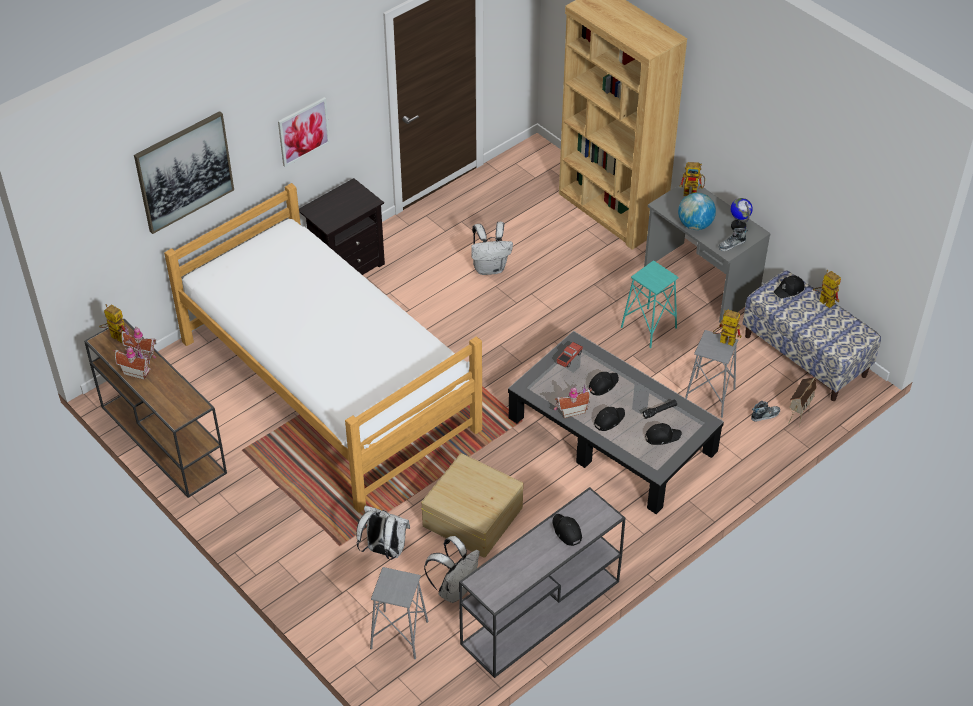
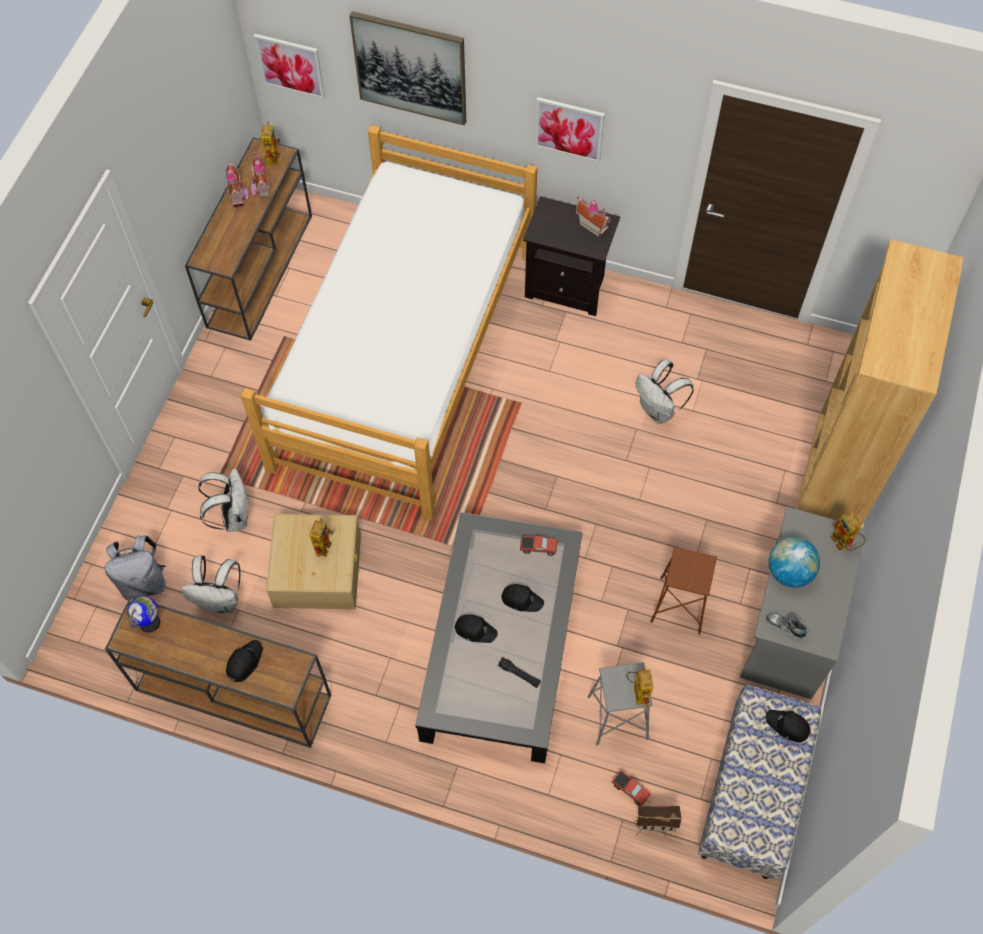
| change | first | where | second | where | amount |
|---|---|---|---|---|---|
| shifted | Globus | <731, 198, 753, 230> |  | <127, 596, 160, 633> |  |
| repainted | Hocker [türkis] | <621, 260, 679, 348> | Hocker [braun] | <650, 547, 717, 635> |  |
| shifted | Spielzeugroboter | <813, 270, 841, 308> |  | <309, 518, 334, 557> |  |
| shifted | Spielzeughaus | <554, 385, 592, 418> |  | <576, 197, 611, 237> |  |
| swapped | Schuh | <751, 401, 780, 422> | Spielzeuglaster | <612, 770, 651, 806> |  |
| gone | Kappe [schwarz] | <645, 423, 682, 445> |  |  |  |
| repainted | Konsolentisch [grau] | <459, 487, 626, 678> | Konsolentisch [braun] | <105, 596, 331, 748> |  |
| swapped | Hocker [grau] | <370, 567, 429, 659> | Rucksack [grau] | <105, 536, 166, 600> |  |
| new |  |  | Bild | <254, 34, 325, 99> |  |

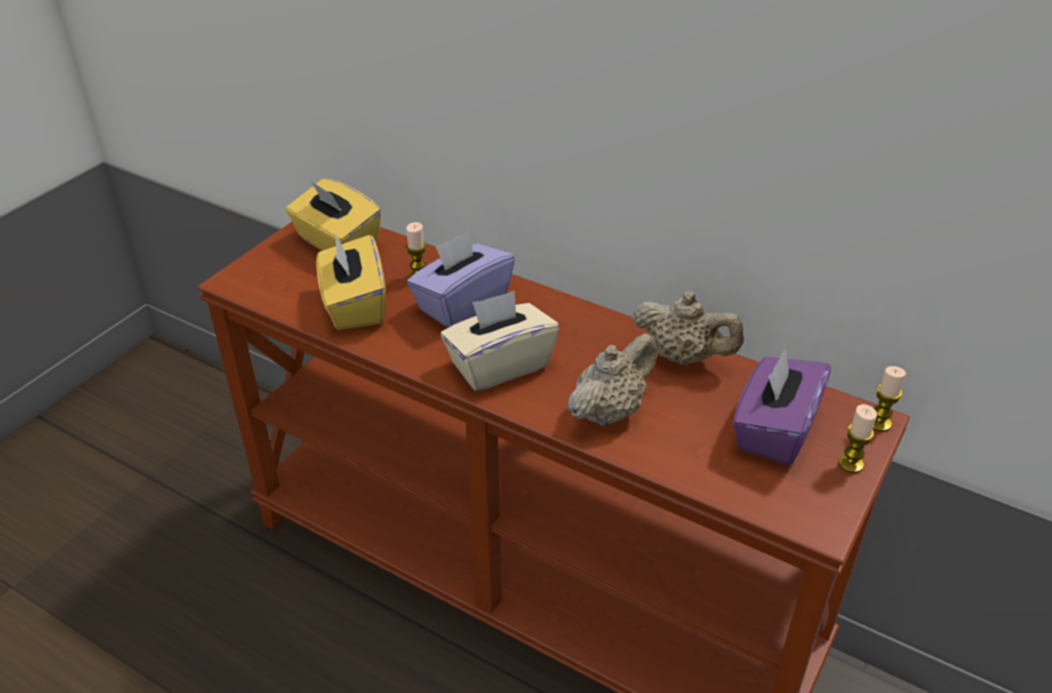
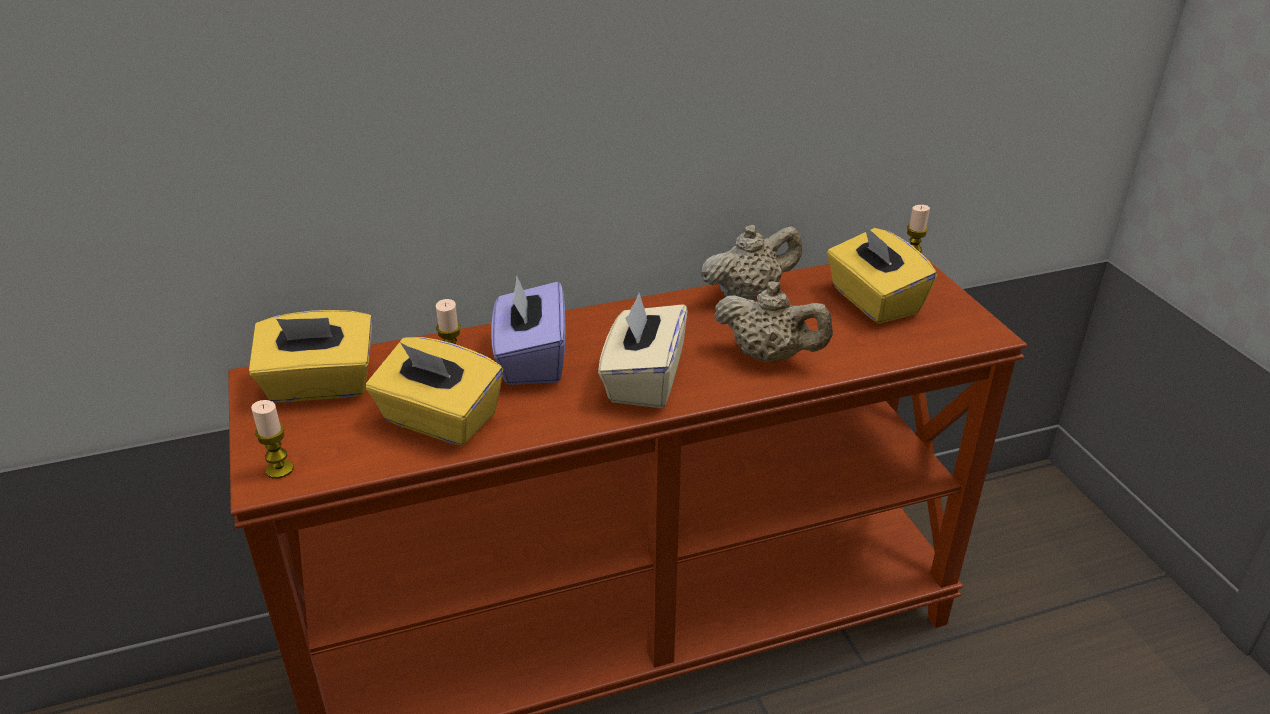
| change | first | where | second | where | amount |
|---|---|---|---|---|---|
| rotated | Teekanne [beige] | <567, 333, 657, 426> |  | <714, 281, 833, 362> | 120 degrees clockwise |
| repainted | Taschentuchbox [lila] | <732, 348, 831, 465> | Taschentuchbox [gelb] | <827, 224, 937, 324> |  |
| shifted | Kerze | <838, 404, 877, 473> |  | <251, 400, 294, 479> |  |

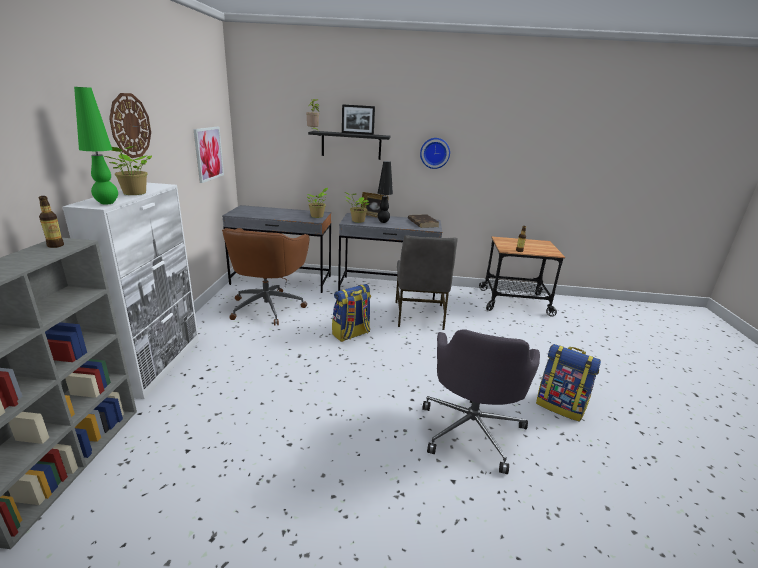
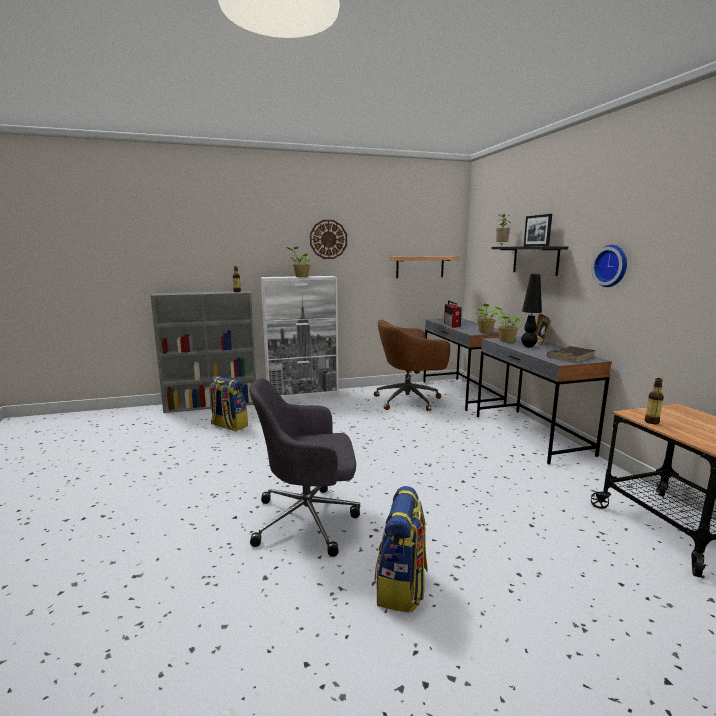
| change | first | where | second | where | amount |
|---|---|---|---|---|---|
| gone | Tischlampe [grün] | <74, 87, 118, 205> |  |  |  |
| swapped | Bild | <193, 127, 224, 183> | Wandregal | <389, 256, 460, 278> |  |
| gone | Stuhl [grau] | <395, 235, 458, 330> |  |  |  |
| shifted | Rucksack | <332, 284, 371, 342> |  | <209, 376, 248, 431> |  |
| new |  |  | Radio | <444, 301, 462, 327> |  |

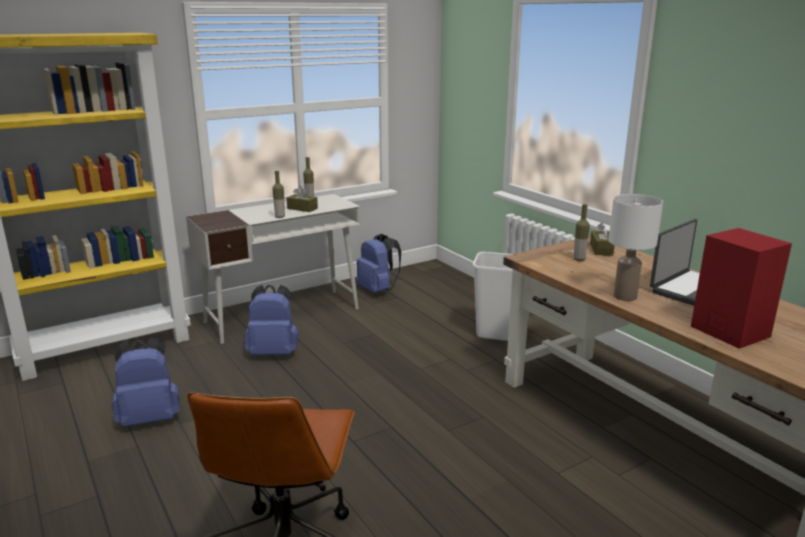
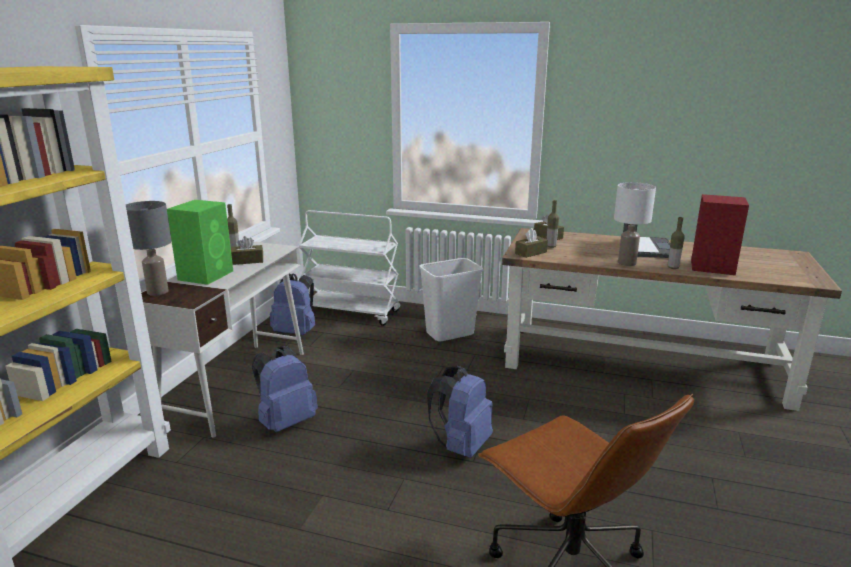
| change | first | where | second | where | amount |
|---|---|---|---|---|---|
| shifted | Flasche | <273, 171, 285, 218> |  | <668, 217, 685, 269> |  |
| shifted | Rucksack [blau] | <112, 338, 179, 427> |  | <427, 366, 493, 458> |  |
| new |  |  | Lautsprecher [grün] | <167, 200, 233, 285> |  |
| new |  |  | Tischlampe [grau] | <126, 201, 172, 296> |  |
| new |  |  | Rollwagen [weiß] | <299, 210, 400, 326> |  |
| new |  |  | Taschentuchbox [braun] | <515, 228, 548, 258> |  |

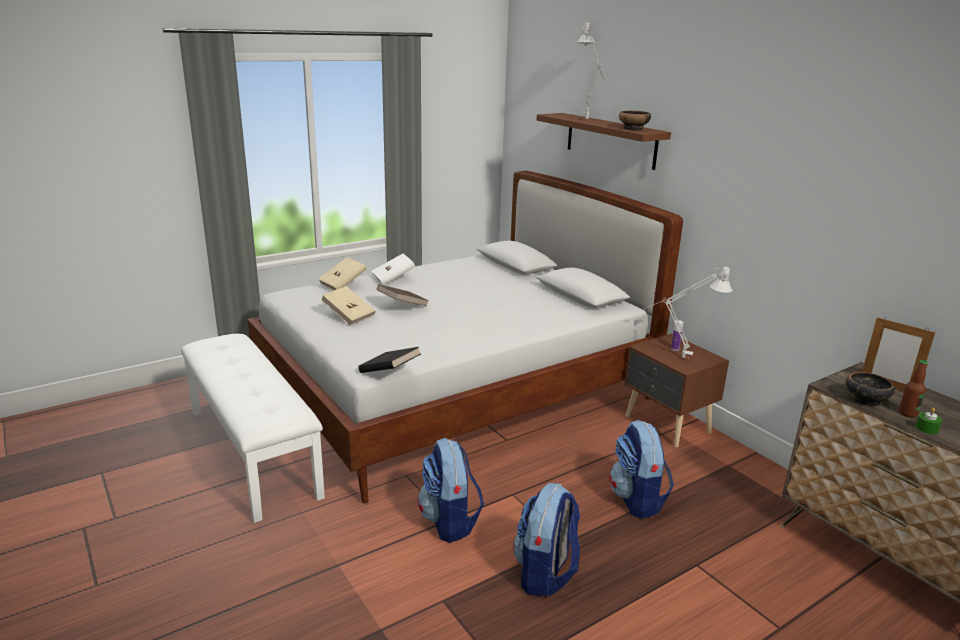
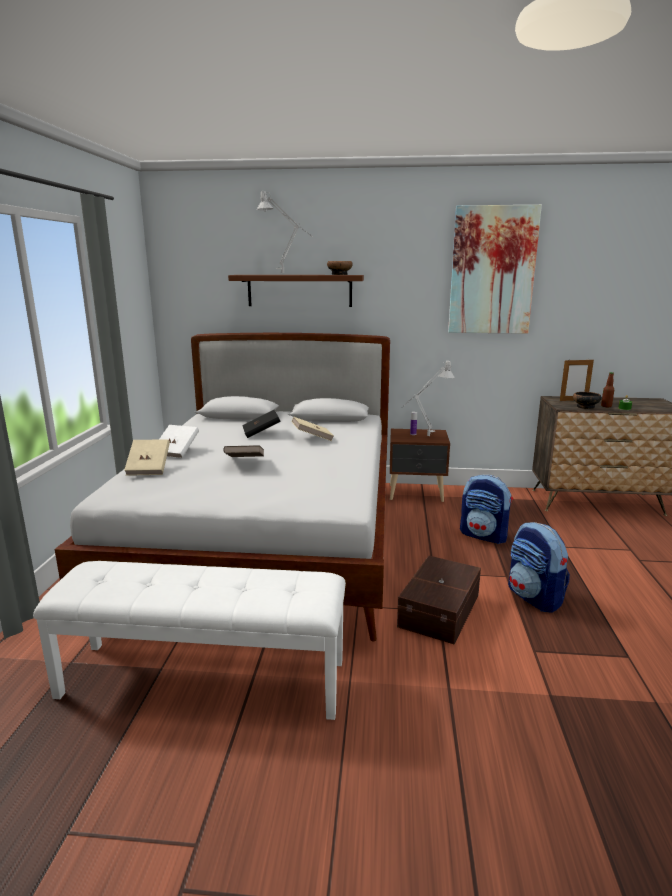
| change | first | where | second | where | amount |
|---|---|---|---|---|---|
| shifted | Buch [beige] | <321, 286, 375, 326> |  | <292, 417, 334, 441> |  |
| shifted | Buch [schwarz] | <358, 347, 421, 373> |  | <242, 410, 281, 438> |  |
| swapped | Rucksack | <418, 438, 484, 543> | Aufbewahrungsbox [braun] | <397, 556, 481, 644> |  |
| new |  |  | Bild | <448, 205, 542, 334> |  |

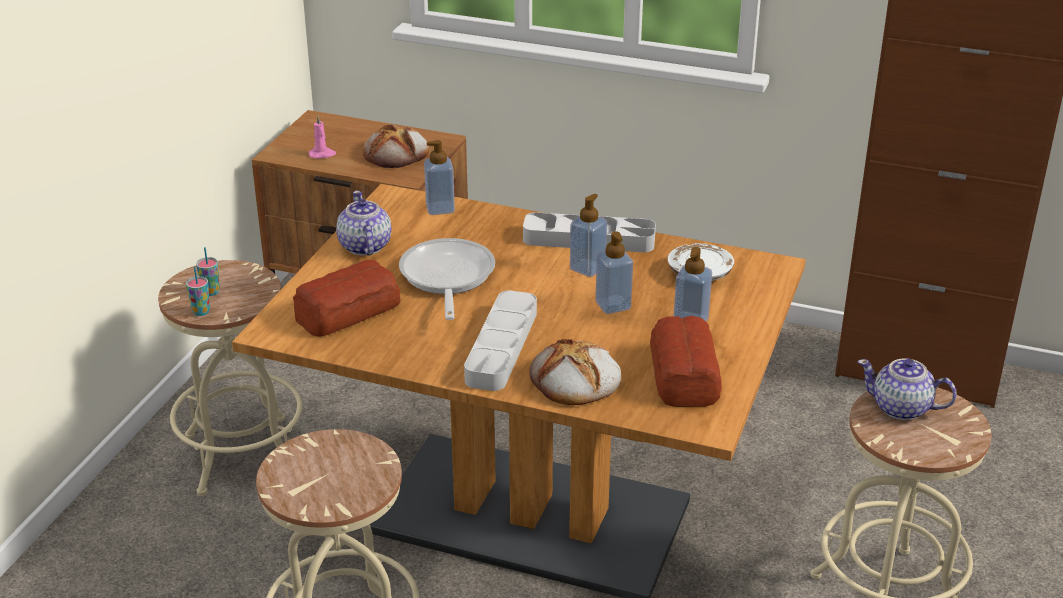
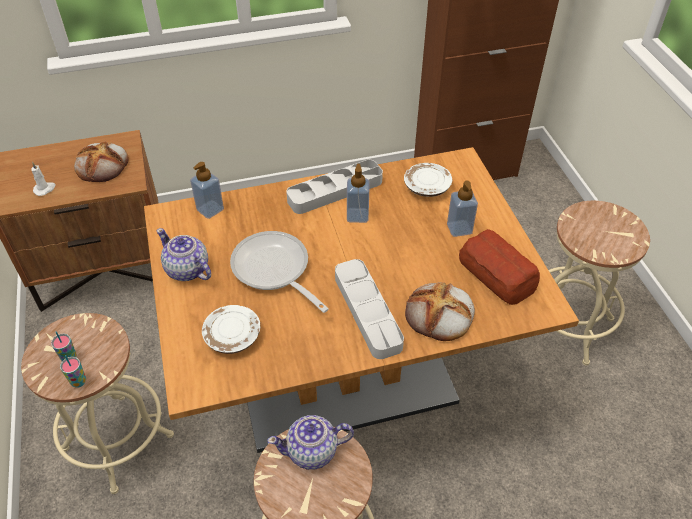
| change | first | where | second | where | amount |
|---|---|---|---|---|---|
| repainted | Kerze [rosa] | <309, 116, 336, 159> | Kerze [weiß] | <31, 162, 56, 196> |  |
| gone | Seifenspender | <595, 231, 633, 314> |  |  |  |
| swapped | Brot | <293, 260, 401, 337> | Teller [weiß] | <202, 305, 260, 354> |  |
| shifted | Teekanne | <858, 359, 957, 420> |  | <267, 415, 354, 470> |  |

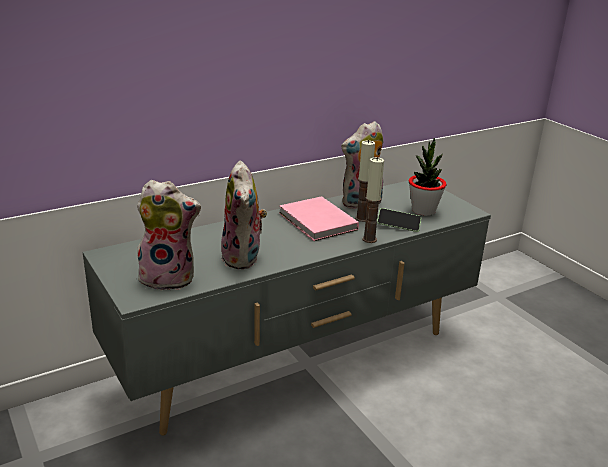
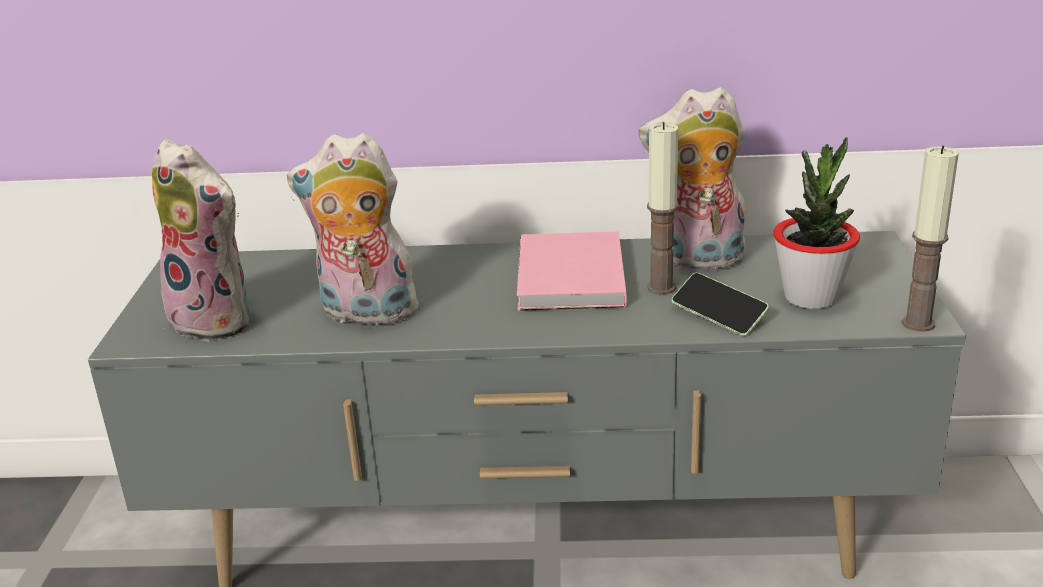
| change | first | where | second | where | amount |
|---|---|---|---|---|---|
| shifted | Kerze | <362, 157, 384, 243> |  | <902, 146, 959, 331> |  |
| rotated | Plüschtier | <221, 161, 267, 269> |  | <287, 133, 427, 325> | 75 degrees clockwise |

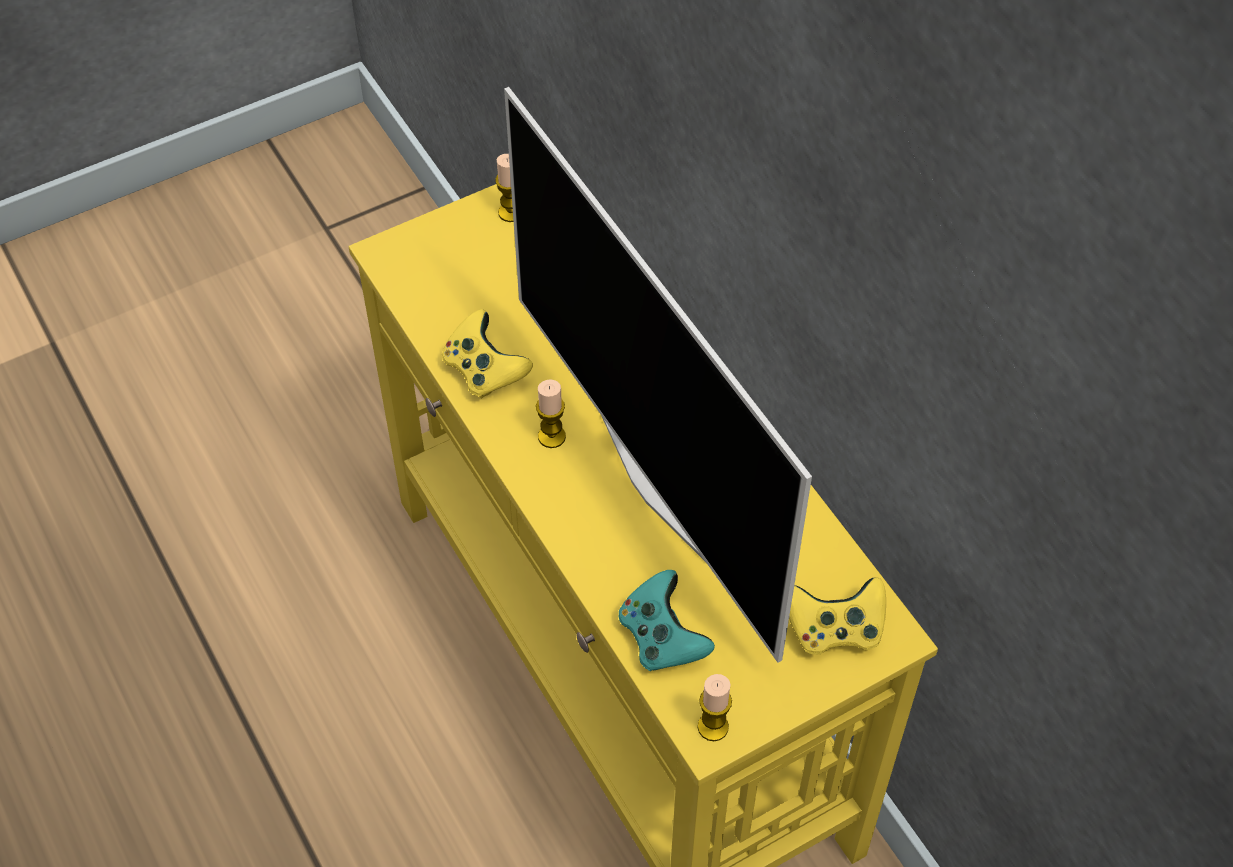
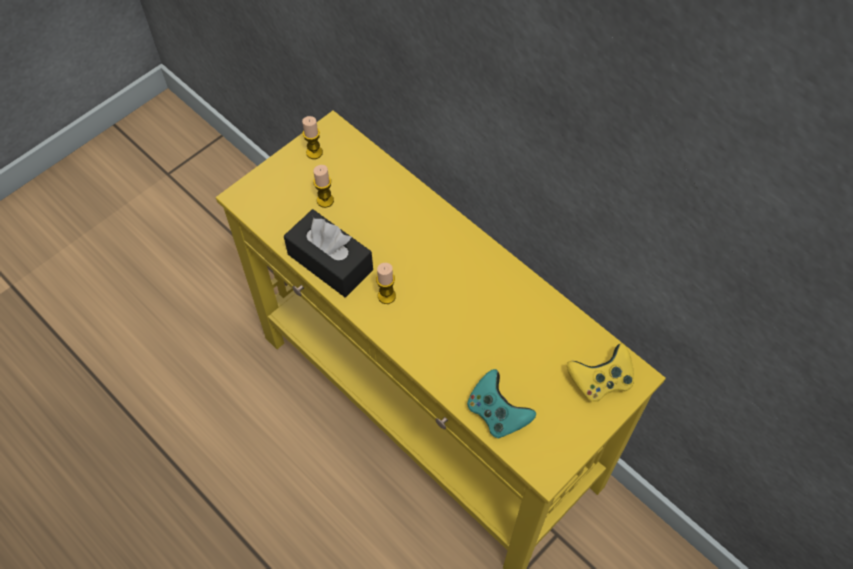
| change | first | where | second | where | amount |
|---|---|---|---|---|---|
| gone | Fernseher | <504, 87, 812, 663> |  |  |  |
| swapped | Gamepad [gelb] | <442, 309, 533, 399> | Taschentuchbox [schwarz] | <284, 209, 373, 297> |  |
| shifted | Kerze | <698, 674, 732, 741> |  | <313, 165, 334, 208> |  |

